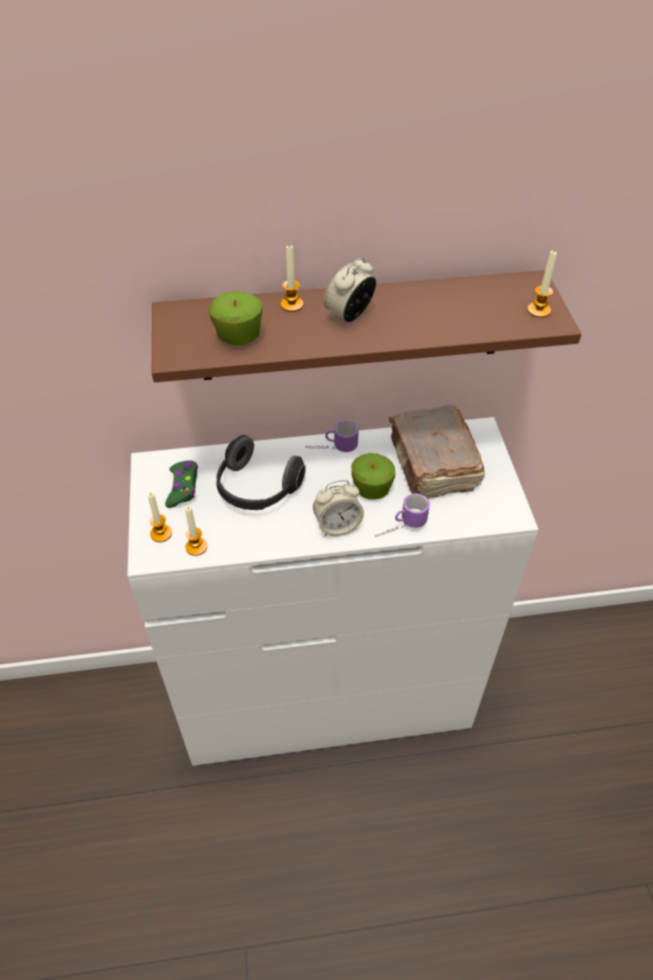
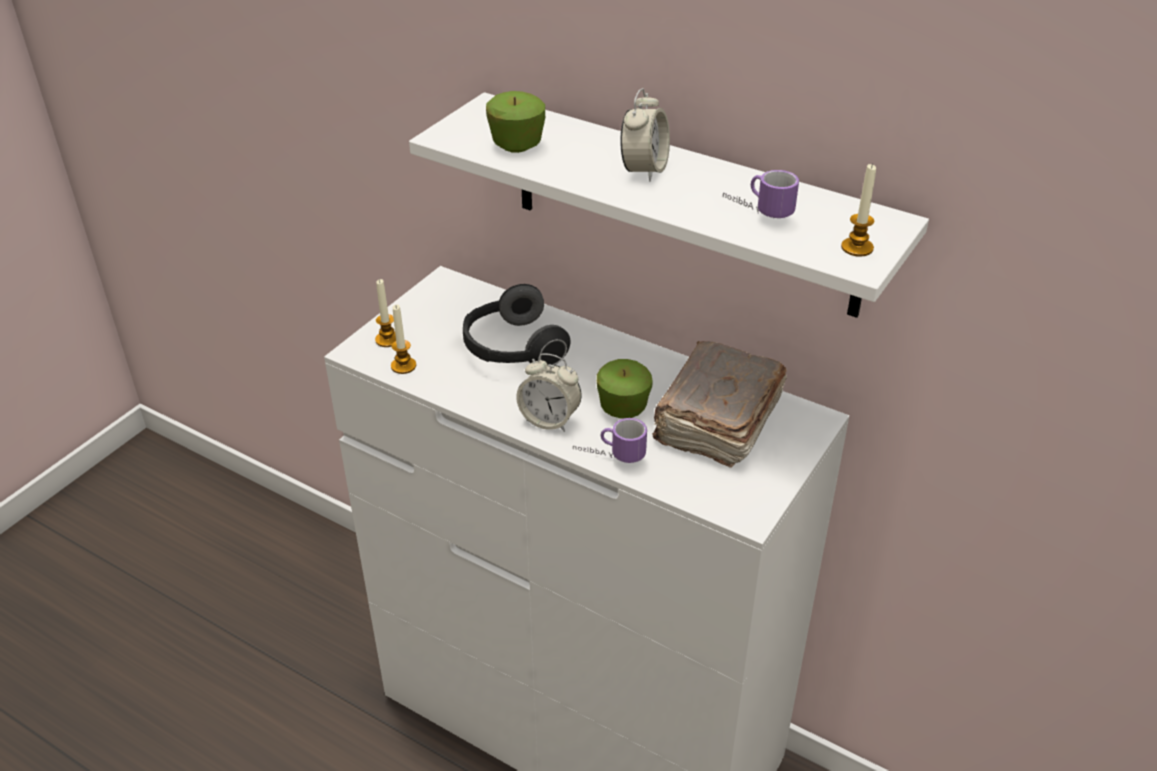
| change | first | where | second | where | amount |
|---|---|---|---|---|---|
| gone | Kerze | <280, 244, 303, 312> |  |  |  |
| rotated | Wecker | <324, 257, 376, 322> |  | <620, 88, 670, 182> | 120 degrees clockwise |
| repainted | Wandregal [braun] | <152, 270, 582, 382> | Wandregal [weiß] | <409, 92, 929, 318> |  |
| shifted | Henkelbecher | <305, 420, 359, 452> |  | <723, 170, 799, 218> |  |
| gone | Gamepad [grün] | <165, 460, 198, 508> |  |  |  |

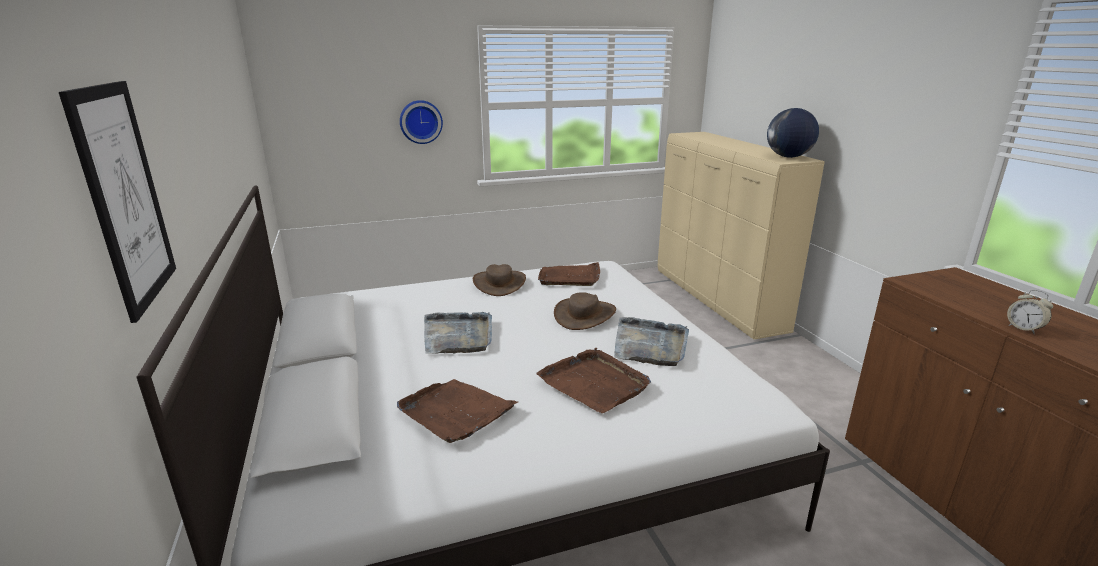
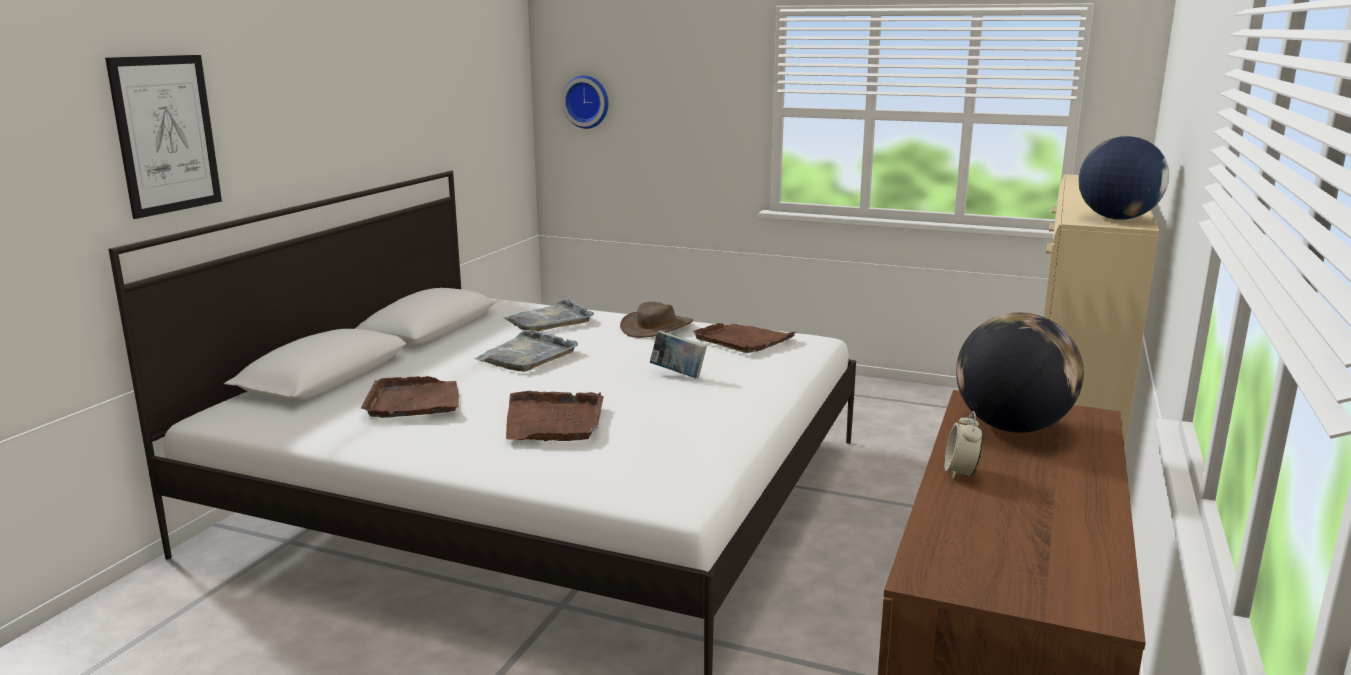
| change | first | where | second | where | amount |
|---|---|---|---|---|---|
| shifted | Wanduhr | <400, 100, 443, 144> |  | <562, 75, 608, 129> |  |
| swapped | Hut [braun] | <554, 292, 616, 330> | Buch | <650, 331, 707, 378> |  |
| shifted | Tablett [grau] | <614, 317, 689, 366> |  | <503, 299, 594, 331> |  |
| new |  |  | Globus | <956, 312, 1084, 433> |  |

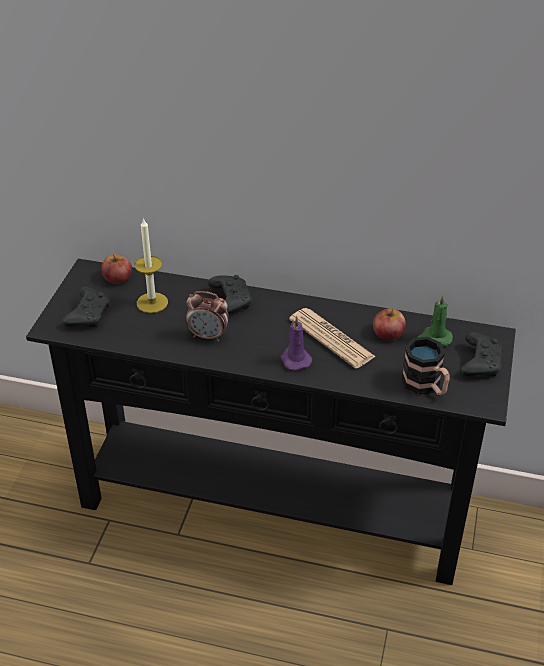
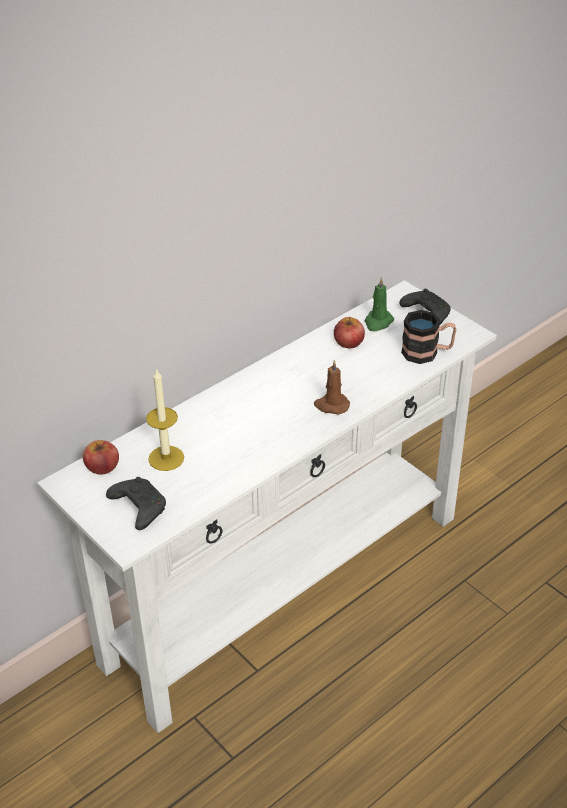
| change | first | where | second | where | amount |
|---|---|---|---|---|---|
| repainted | Konsolentisch [schwarz] | <26, 259, 516, 585> | Konsolentisch [weiß] | <37, 280, 497, 733> |  |
| gone | Gamepad [schwarz] | <208, 275, 252, 315> |  |  |  |
| gone | Wecker | <186, 291, 229, 342> |  |  |  |
| gone | Zeitung | <289, 308, 376, 369> |  |  |  |
| repainted | Kerze [lila] | <281, 316, 312, 371> | Kerze [braun] | <314, 360, 350, 414> |  |

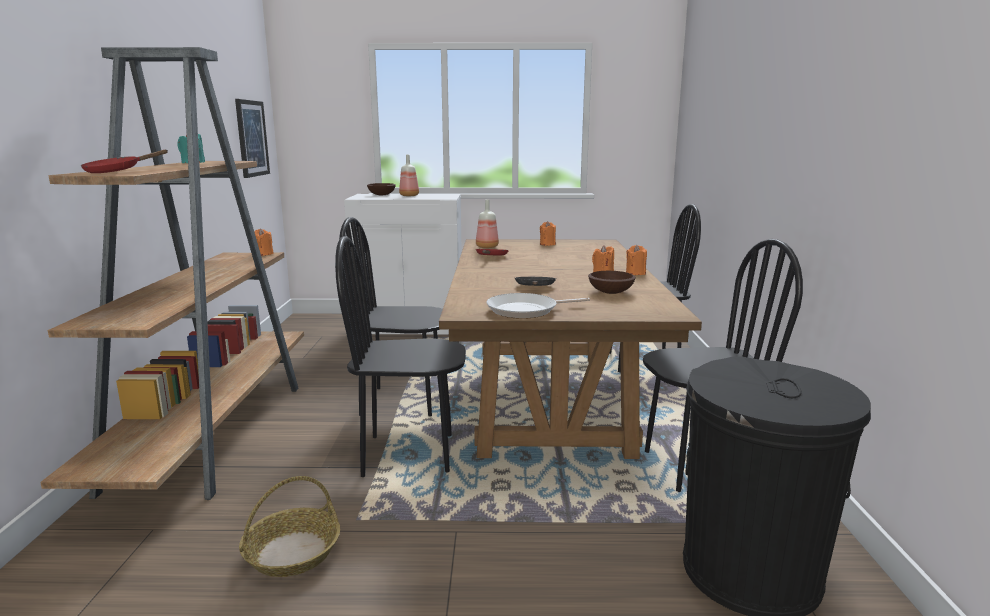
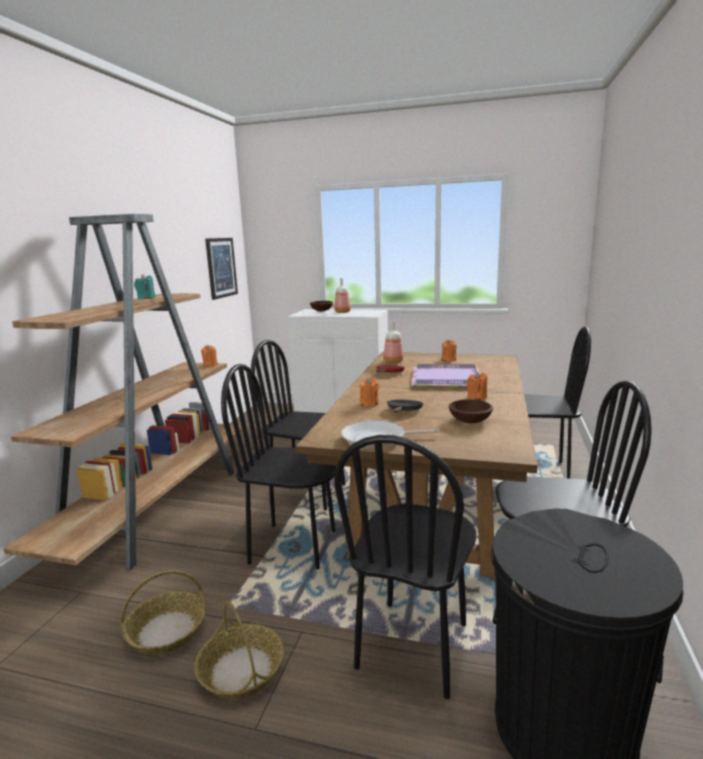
| change | first | where | second | where | amount |
|---|---|---|---|---|---|
| gone | Pfanne [rot] | <81, 150, 168, 173> |  |  |  |
| shifted | Kerze [orange] | <626, 245, 647, 275> |  | <359, 377, 379, 407> |  |
| new |  |  | Tablett [lila] | <412, 364, 480, 388> |  |
| new |  |  | Stuhl [schwarz] | <334, 435, 476, 699> |  |
| new |  |  | Korb | <194, 601, 284, 699> |  |

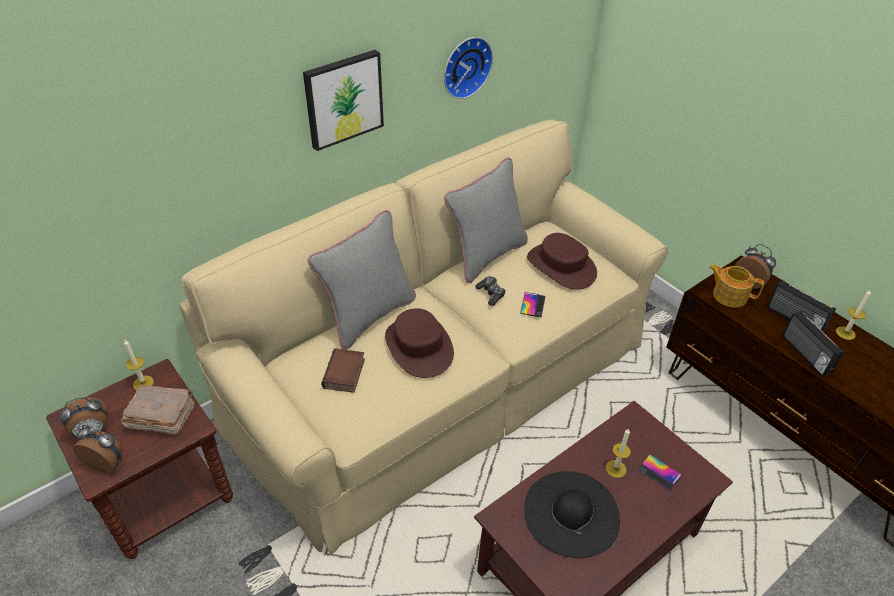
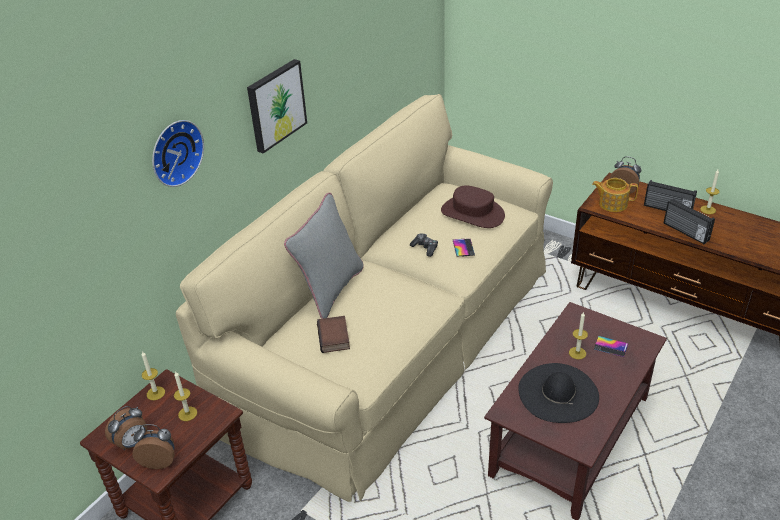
| change | first | where | second | where | amount |
|---|---|---|---|---|---|
| shifted | Wanduhr | <444, 37, 493, 99> |  | <152, 120, 204, 187> |  |
| gone | Kissen [grau] | <444, 158, 528, 283> |  |  |  |
| gone | Hut [braun] | <385, 308, 454, 378> |  |  |  |
| swapped | Buch [braun] | <121, 385, 194, 434> | Kerze | <174, 371, 197, 421> |  |

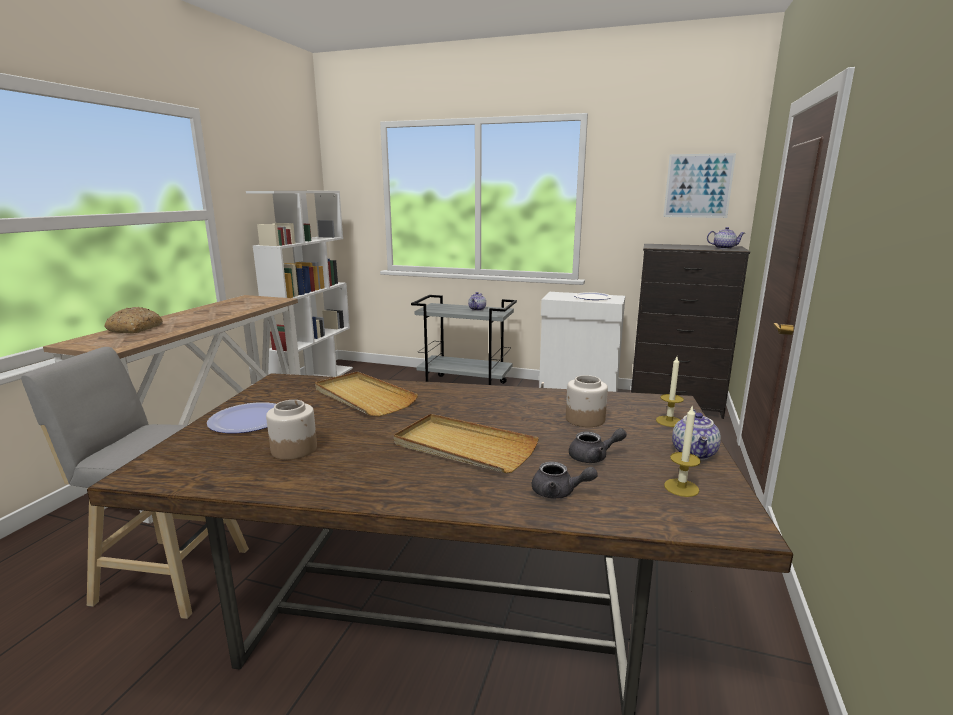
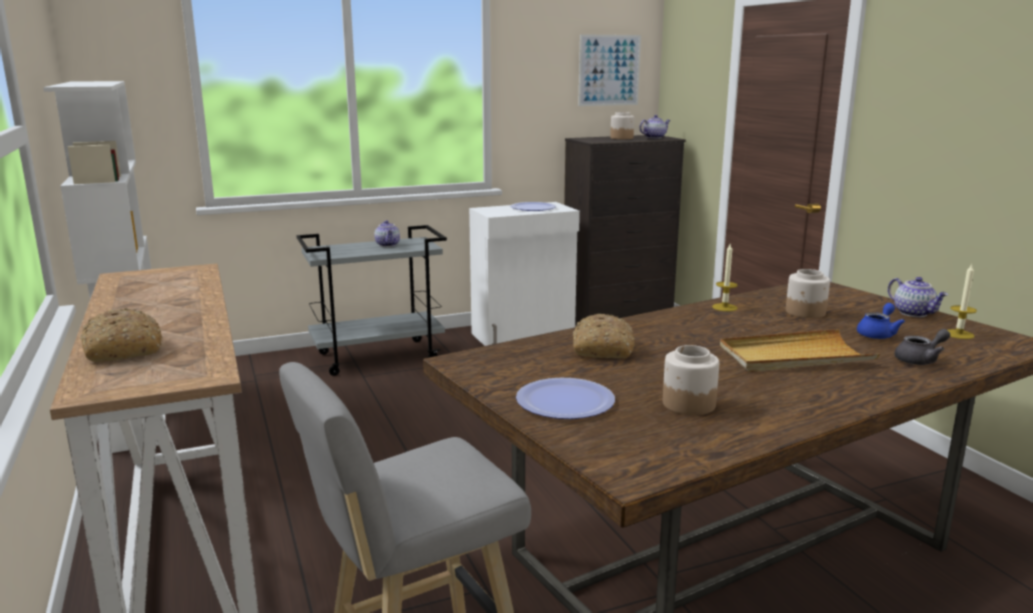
| change | first | where | second | where | amount |
|---|---|---|---|---|---|
| shifted | Kerze | <656, 357, 684, 427> |  | <712, 244, 738, 311> |  |
| swapped | Tablett [beige] | <315, 371, 418, 416> | Brot | <573, 314, 635, 358> |  |
| repainted | Teekanne [grau] | <569, 428, 627, 463> | Teekanne [blau] | <857, 303, 905, 339> |  |
| new |  |  | Vorratsglas | <610, 112, 634, 139> |  |

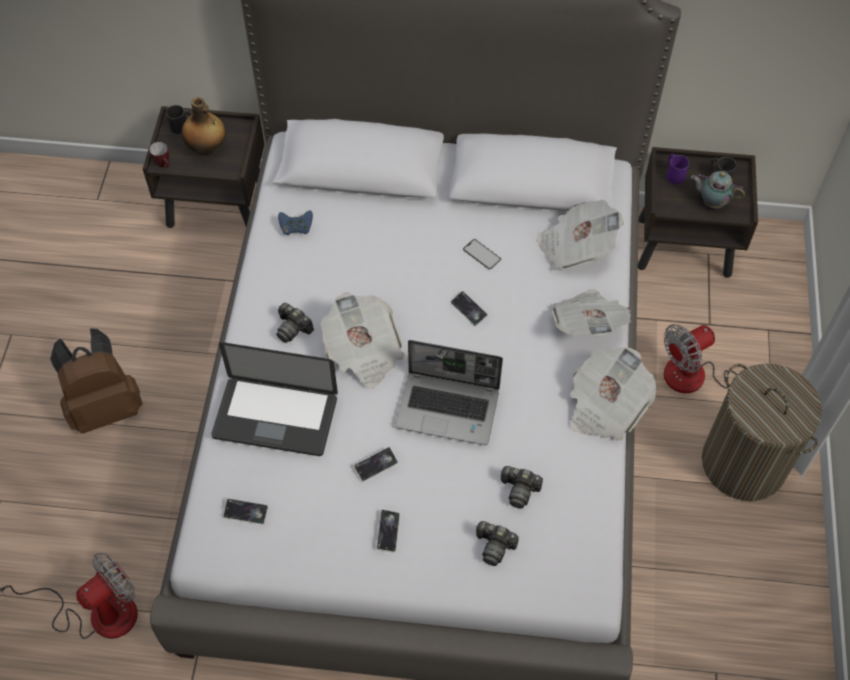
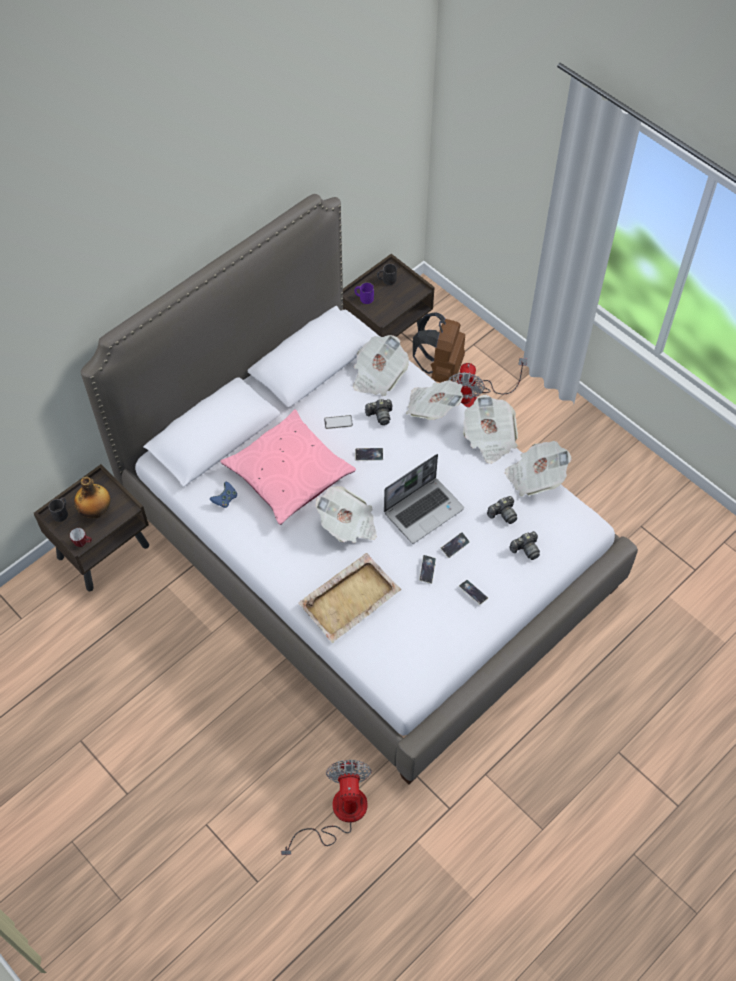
| change | first | where | second | where | amount |
|---|---|---|---|---|---|
| gone | Teekanne | <691, 171, 745, 209> |  |  |  |
| shifted | Kamera | <276, 303, 314, 343> |  | <365, 399, 392, 425> |  |
| shifted | Rucksack [braun] | <50, 328, 143, 434> |  | <413, 312, 465, 383> |  |
| swapped | Laptop | <211, 342, 338, 456> | Tablett [beige] | <298, 553, 401, 643> |  |
| gone | Wäschekorb | <702, 364, 822, 501> |  |  |  |
| shifted | Handy | <223, 498, 268, 524> |  | <441, 532, 470, 558> |  |
| new |  |  | Kissen [rosa] | <220, 409, 356, 525> |  |
| new |  |  | Zeitung | <505, 441, 572, 496> |  |

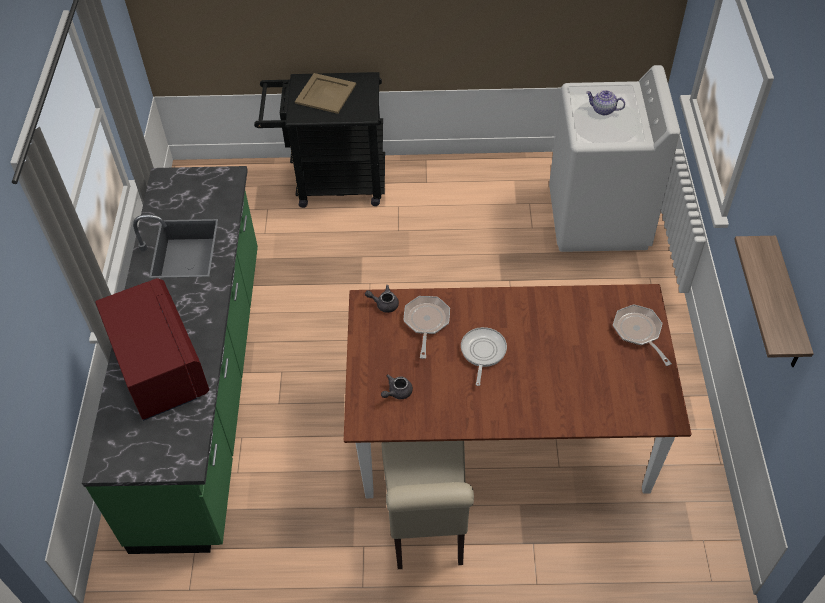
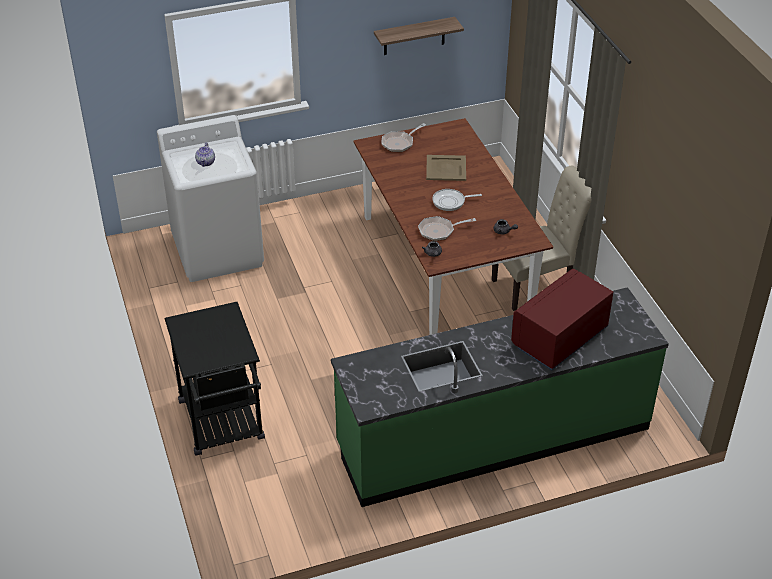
| change | first | where | second | where | amount |
|---|---|---|---|---|---|
| shifted | Tablett [beige] | <295, 73, 356, 114> |  | <426, 155, 466, 181> |  |

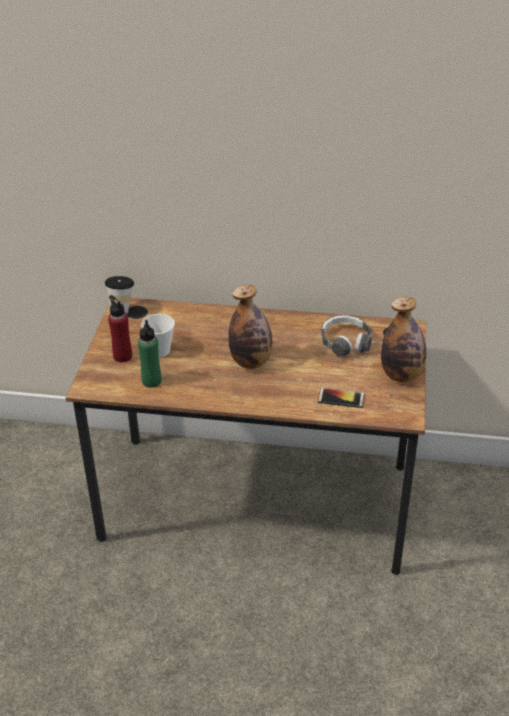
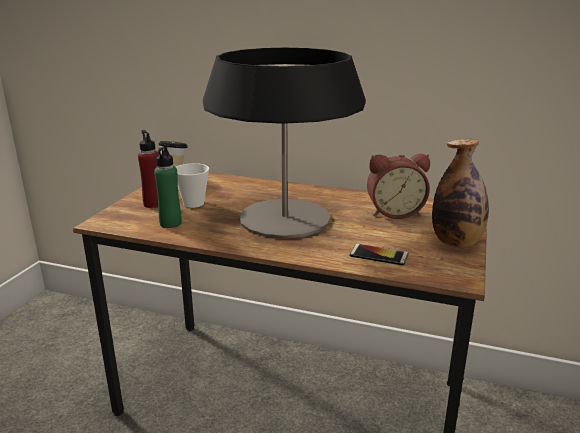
| change | first | where | second | where | amount |
|---|---|---|---|---|---|
| swapped | Flasche | <228, 285, 272, 369> | Tischlampe | <203, 48, 366, 239> |  |
| swapped | Kopfhörer | <321, 315, 372, 356> | Wecker | <367, 154, 430, 219> |  |

